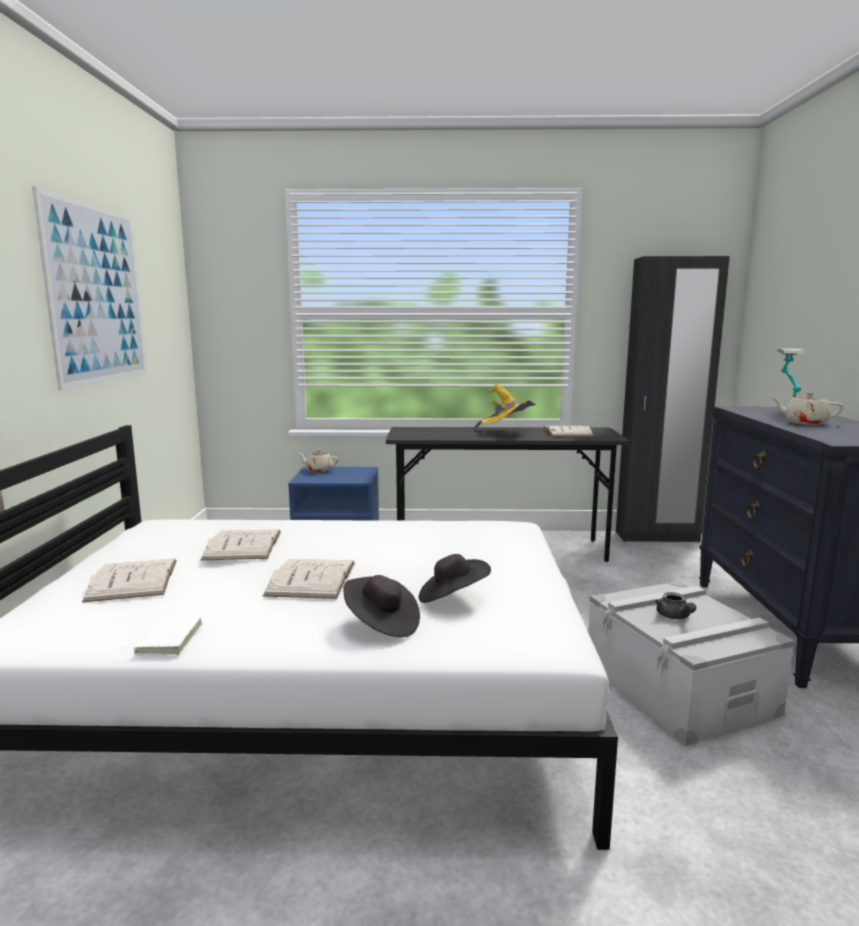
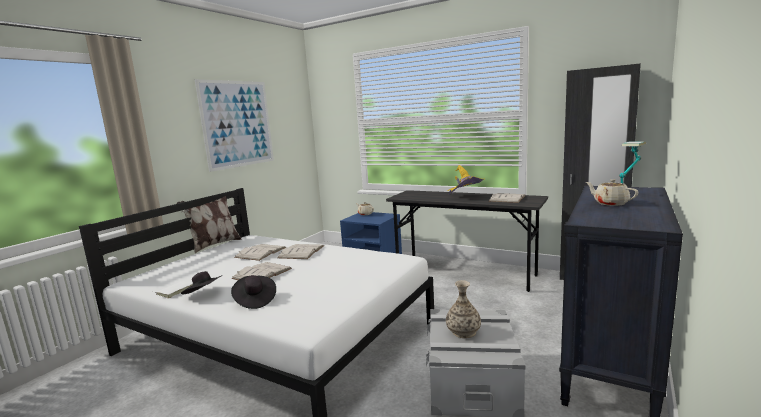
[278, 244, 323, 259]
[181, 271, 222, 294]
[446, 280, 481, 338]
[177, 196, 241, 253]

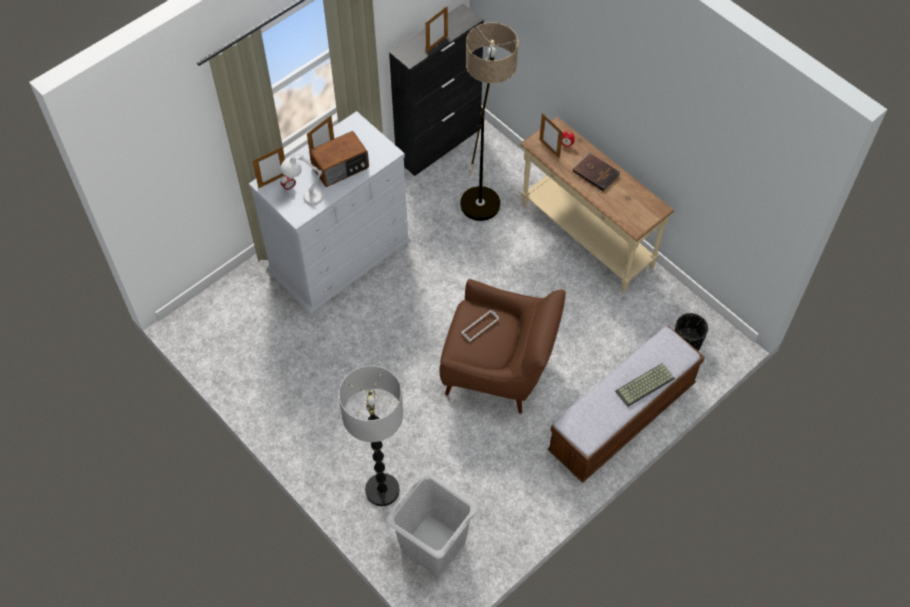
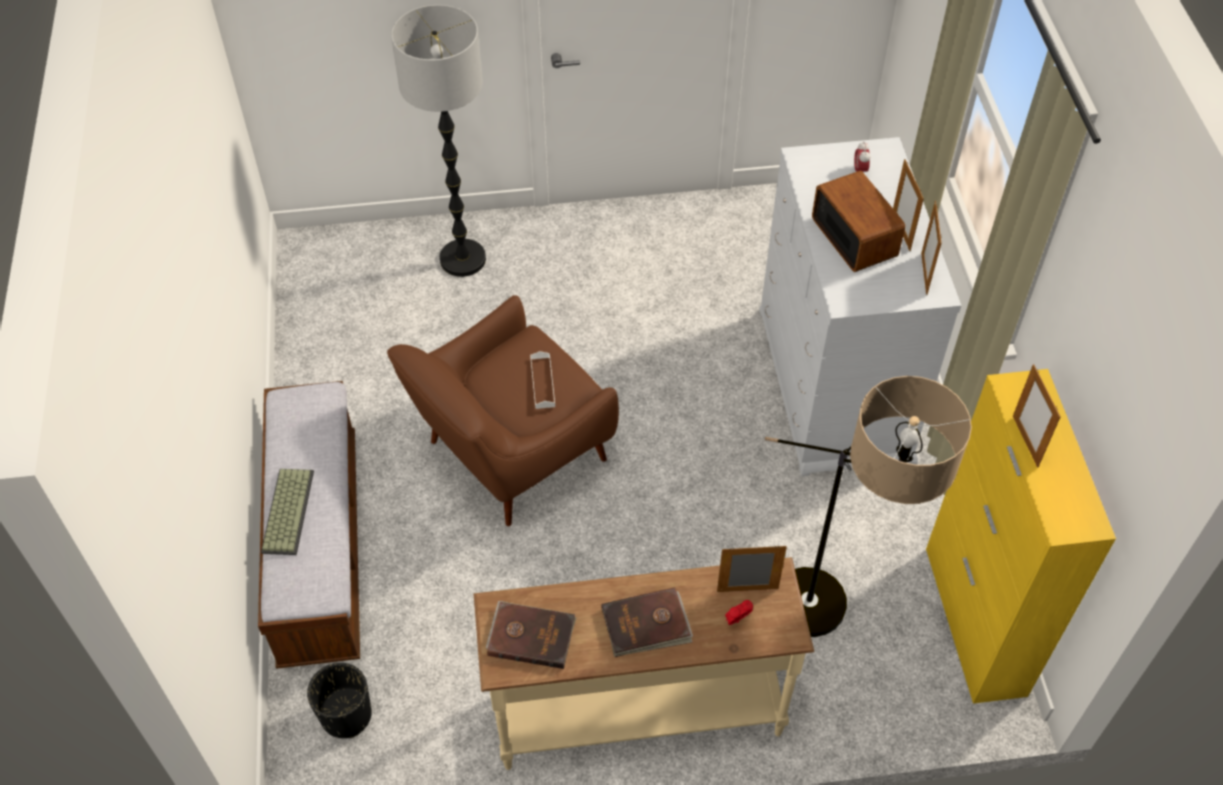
[921, 201, 942, 295]
[280, 154, 323, 205] (first image)
[812, 170, 905, 272]
[386, 472, 478, 576] (first image)
[926, 369, 1116, 704]
[486, 601, 577, 669]

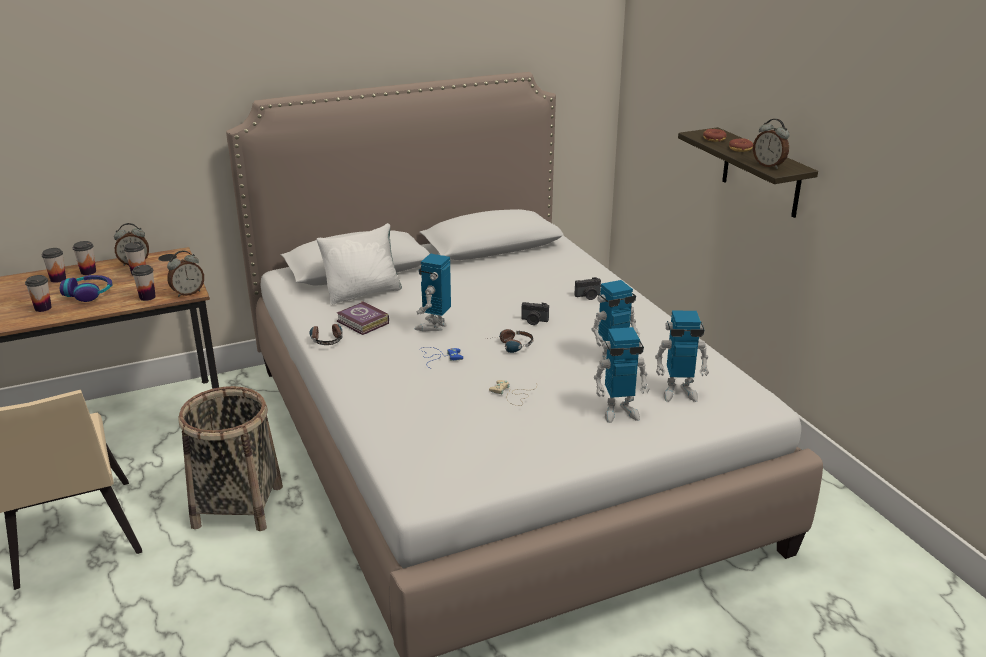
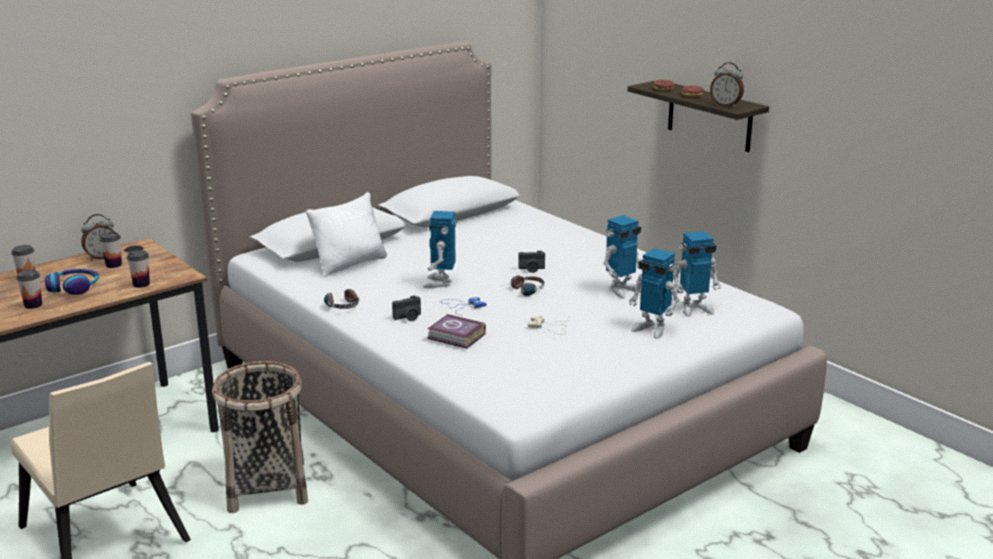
[73, 241, 96, 275] (first image)
[167, 250, 204, 297] (first image)
[427, 314, 486, 349]
[392, 295, 421, 321]
[629, 248, 680, 339]

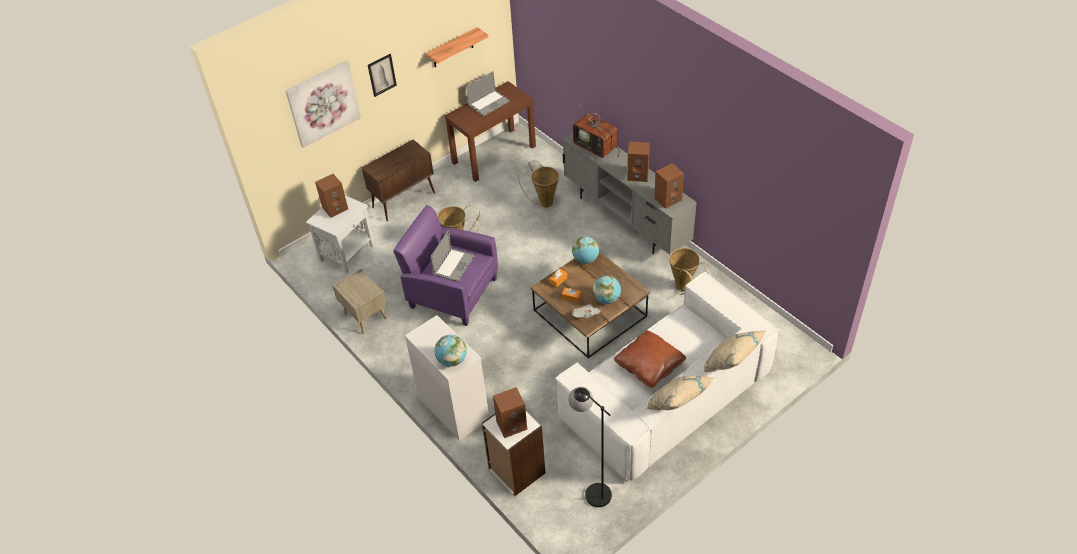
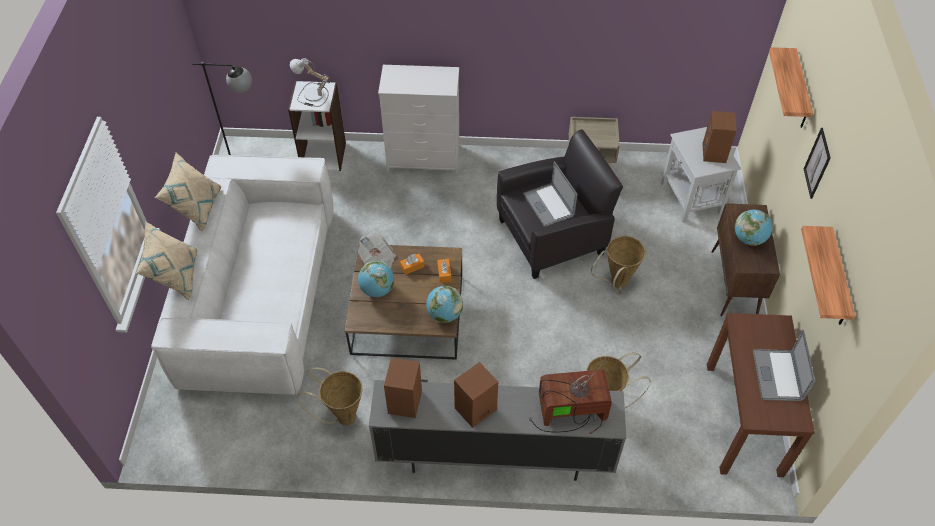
[769, 47, 813, 128]
[497, 129, 623, 279]
[735, 210, 773, 246]
[290, 58, 330, 107]
[614, 330, 686, 388] (first image)

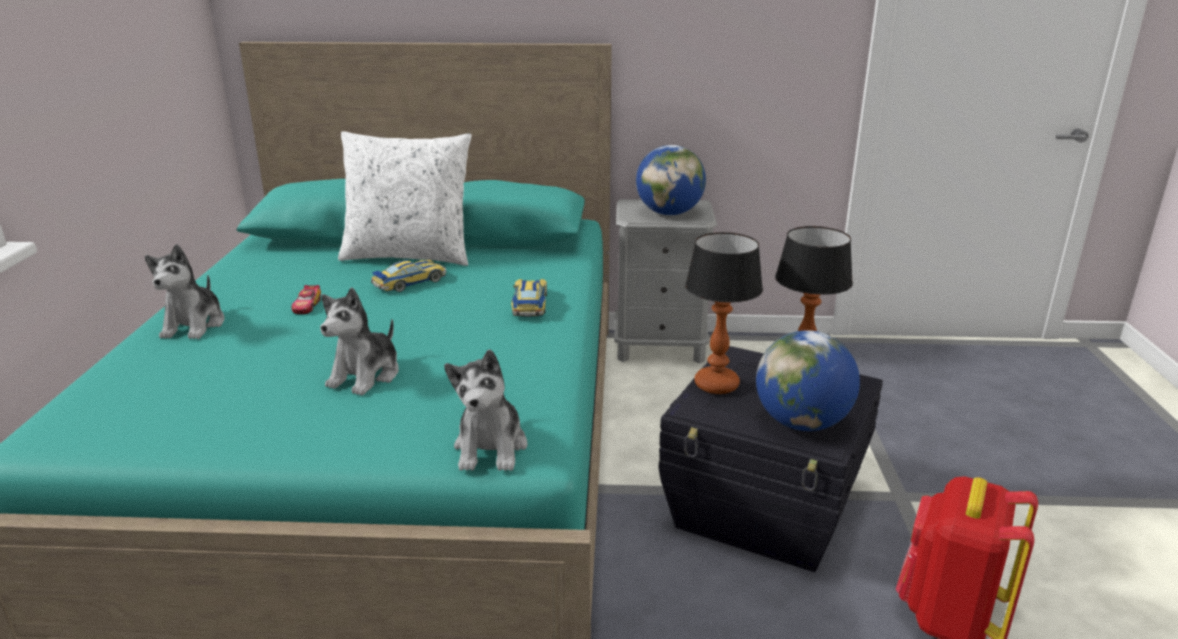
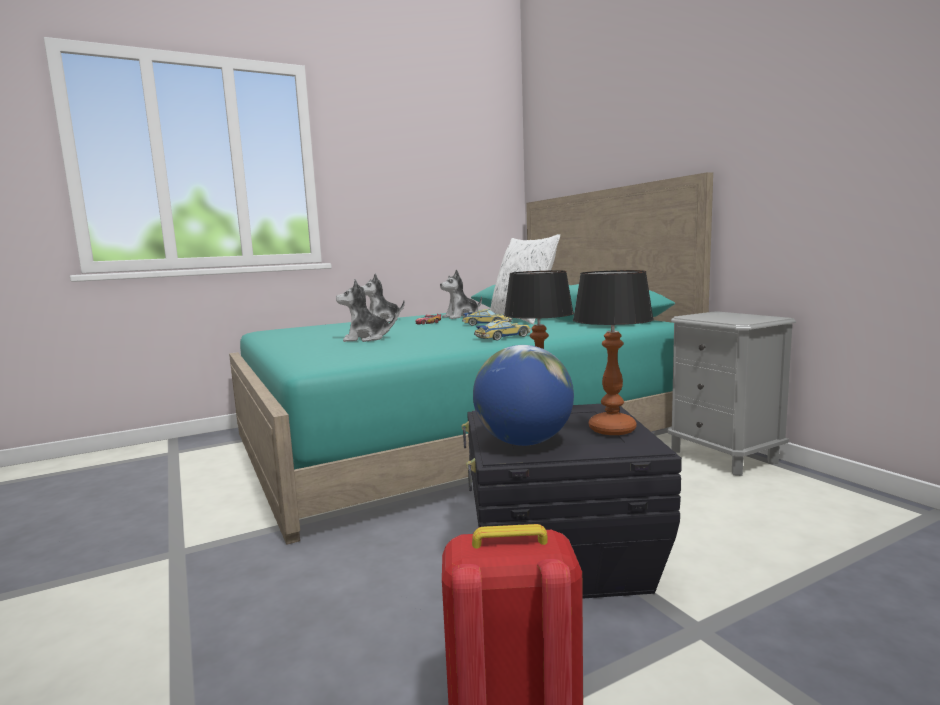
[440, 270, 482, 319]
[636, 145, 706, 215] (first image)

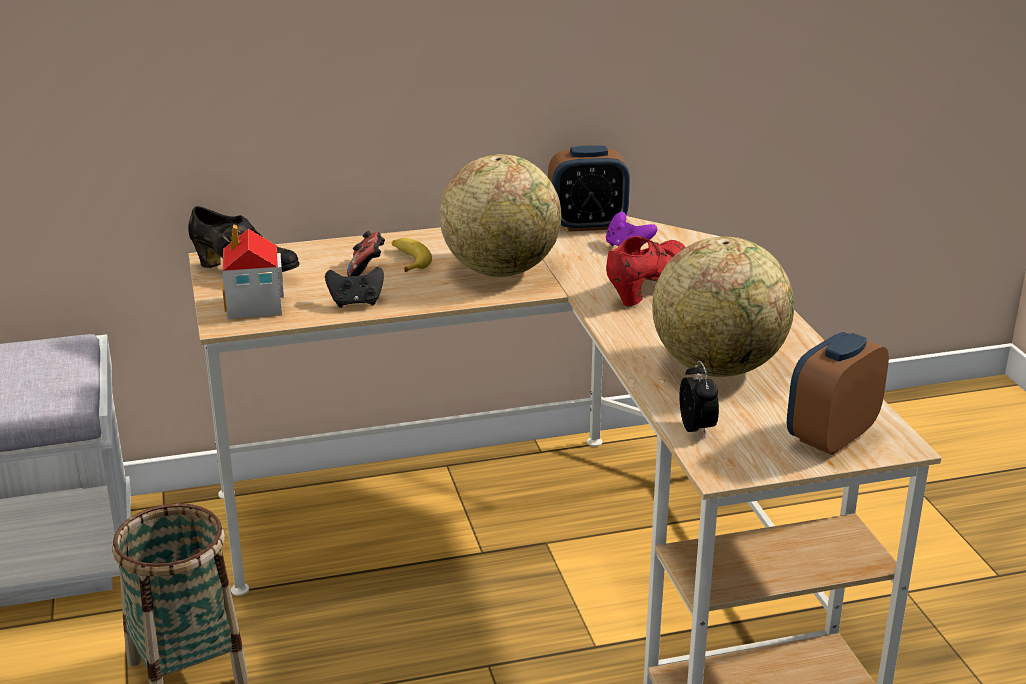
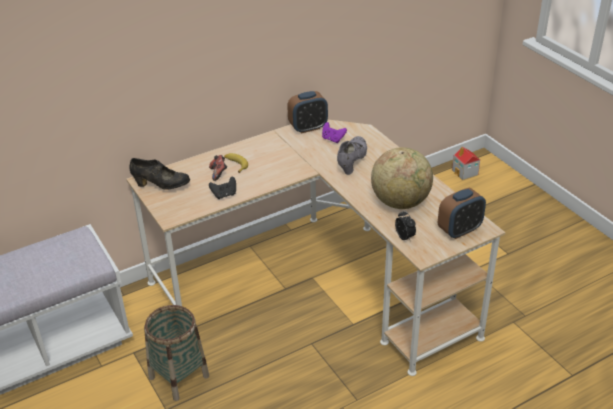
[452, 147, 480, 180]
[440, 154, 561, 277] (first image)
[337, 136, 367, 175]
[438, 188, 486, 239]

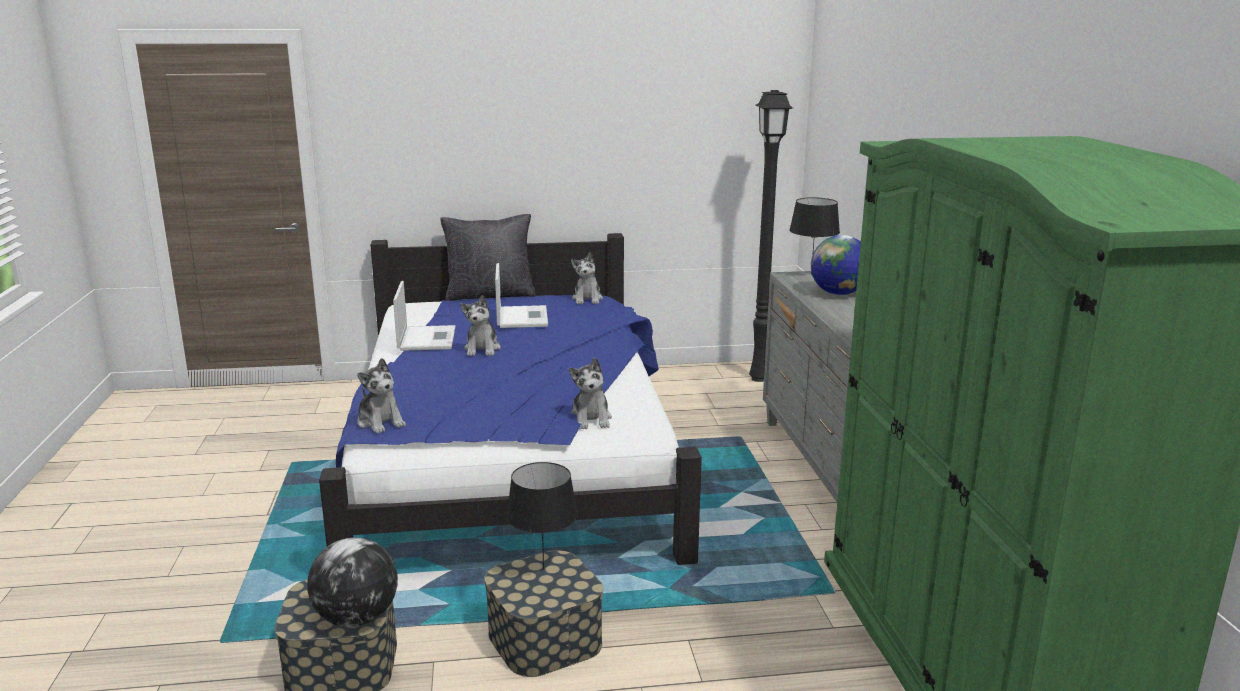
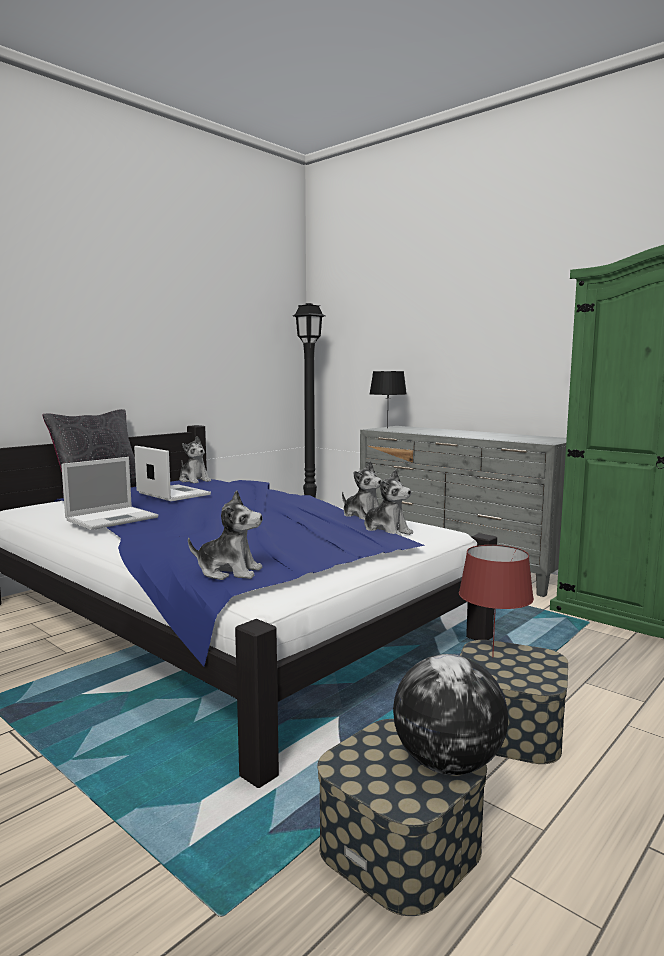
[61, 457, 158, 530]
[342, 461, 382, 520]
[459, 545, 534, 657]
[811, 235, 861, 295] (first image)

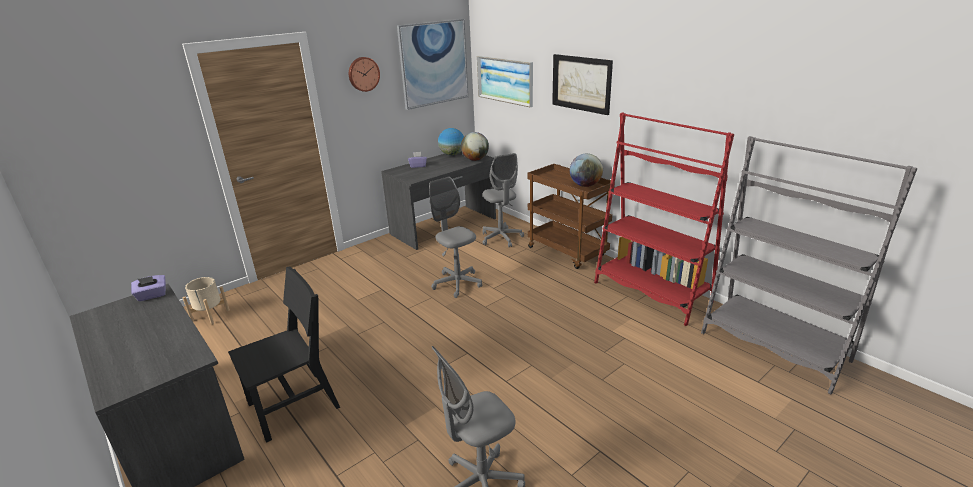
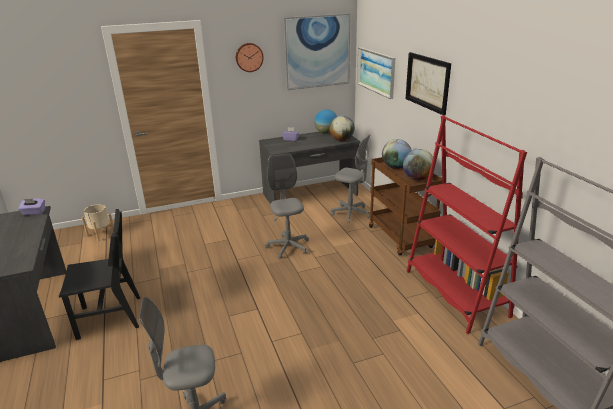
[331, 135, 370, 224]
[382, 139, 412, 169]

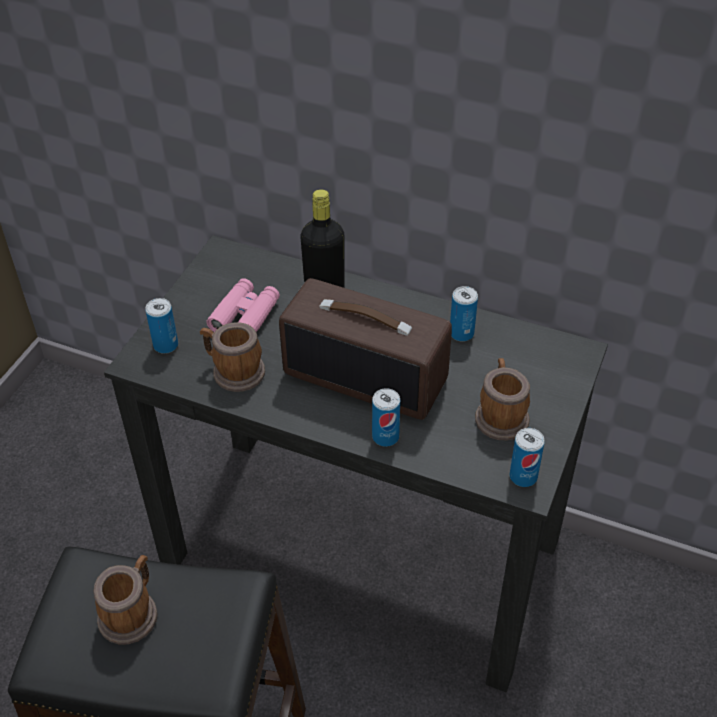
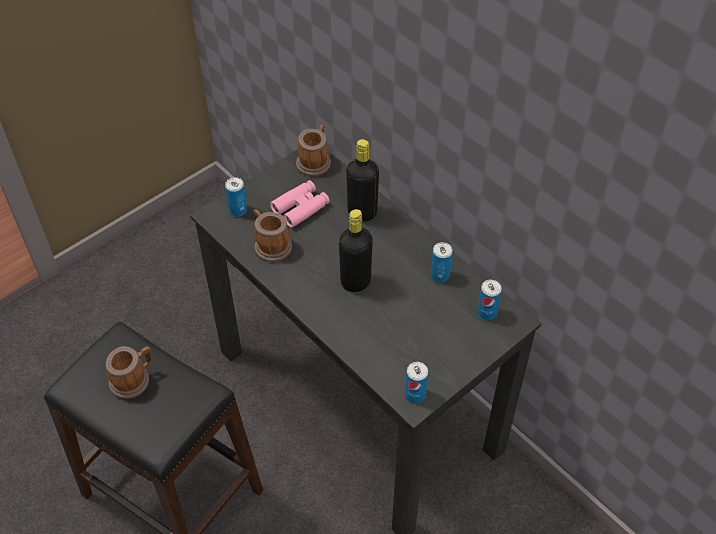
[339, 209, 373, 292]
[477, 280, 502, 320]
[296, 125, 331, 176]

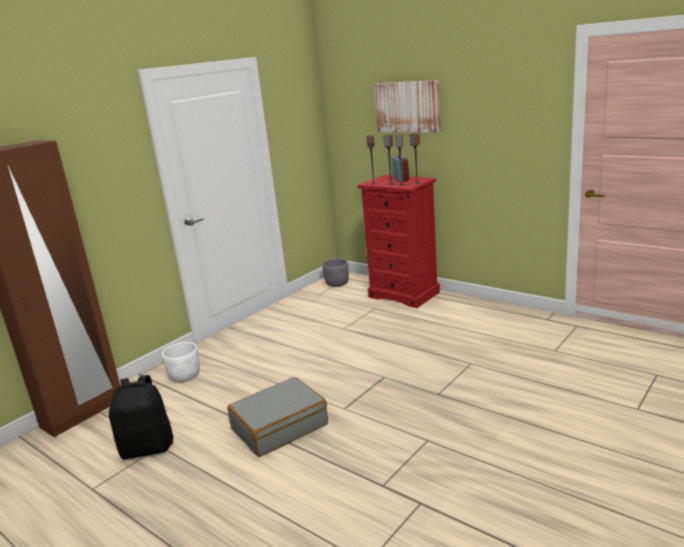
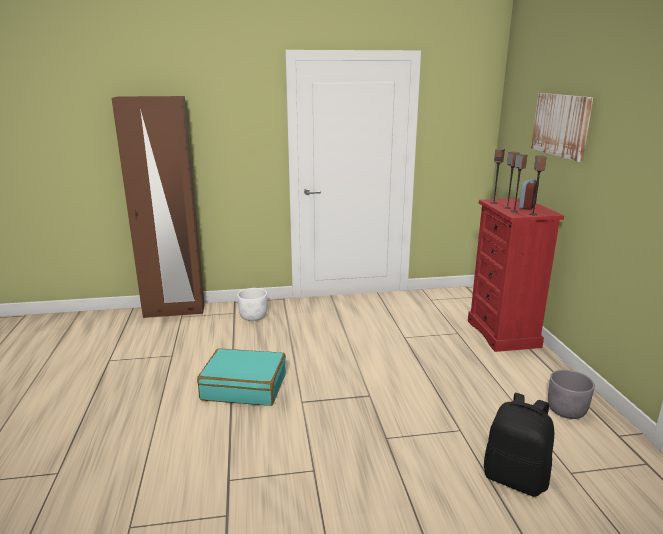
[484, 393, 554, 497]
[197, 348, 286, 406]
[548, 370, 595, 419]

